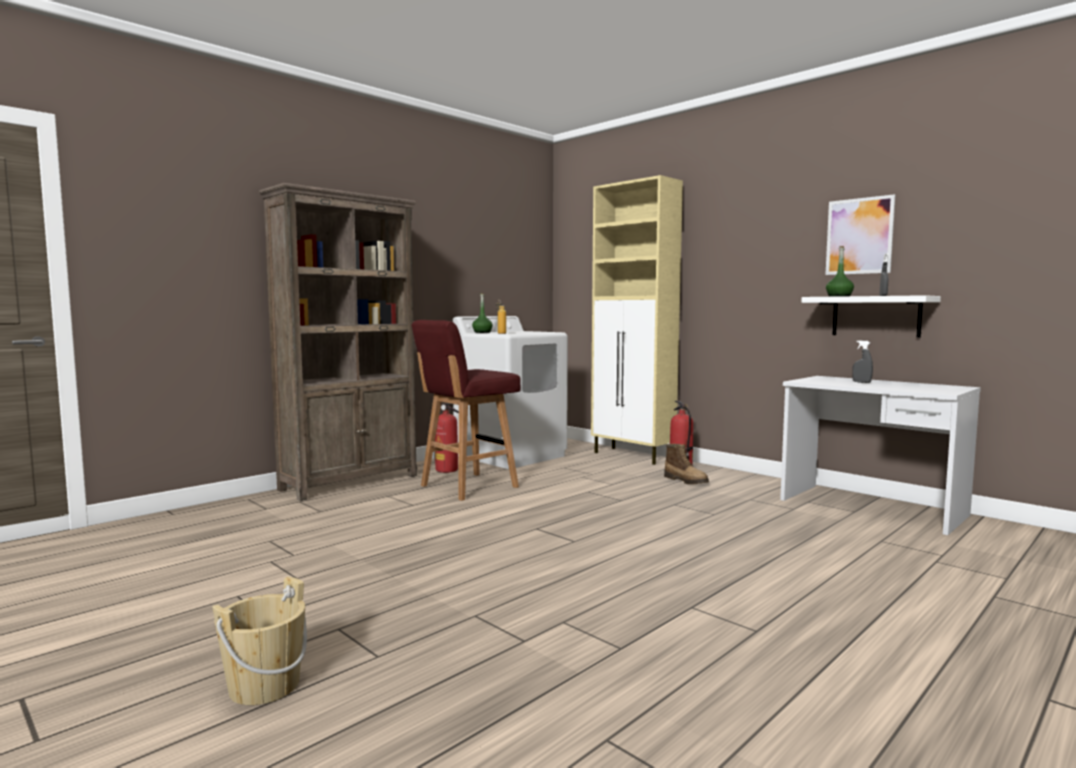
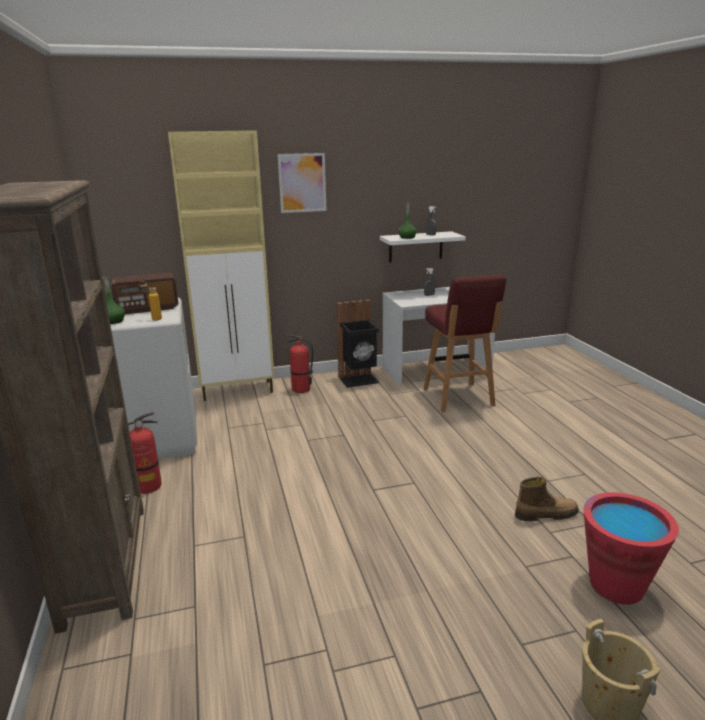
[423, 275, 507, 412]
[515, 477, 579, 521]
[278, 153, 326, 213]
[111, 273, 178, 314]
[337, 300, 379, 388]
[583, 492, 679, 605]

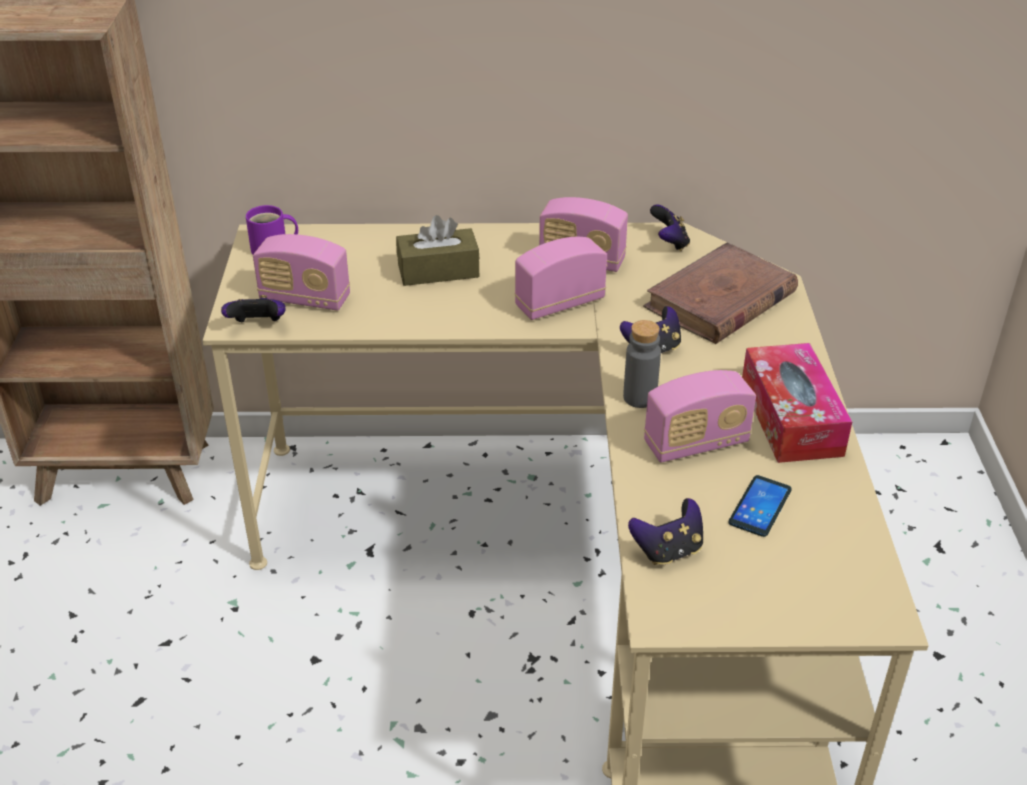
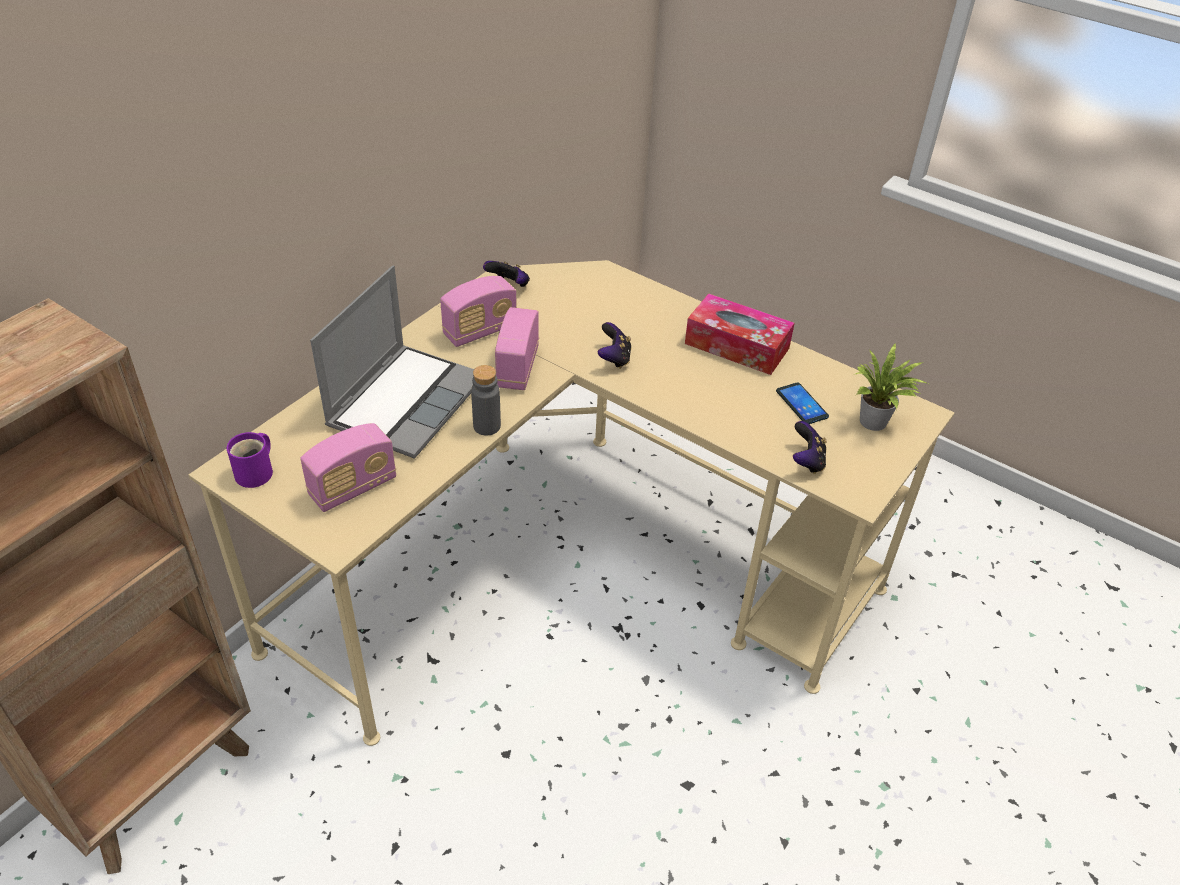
[221, 295, 286, 322] (first image)
[310, 265, 474, 459]
[471, 365, 501, 436]
[643, 243, 798, 344] (first image)
[644, 370, 756, 463] (first image)
[855, 343, 928, 431]

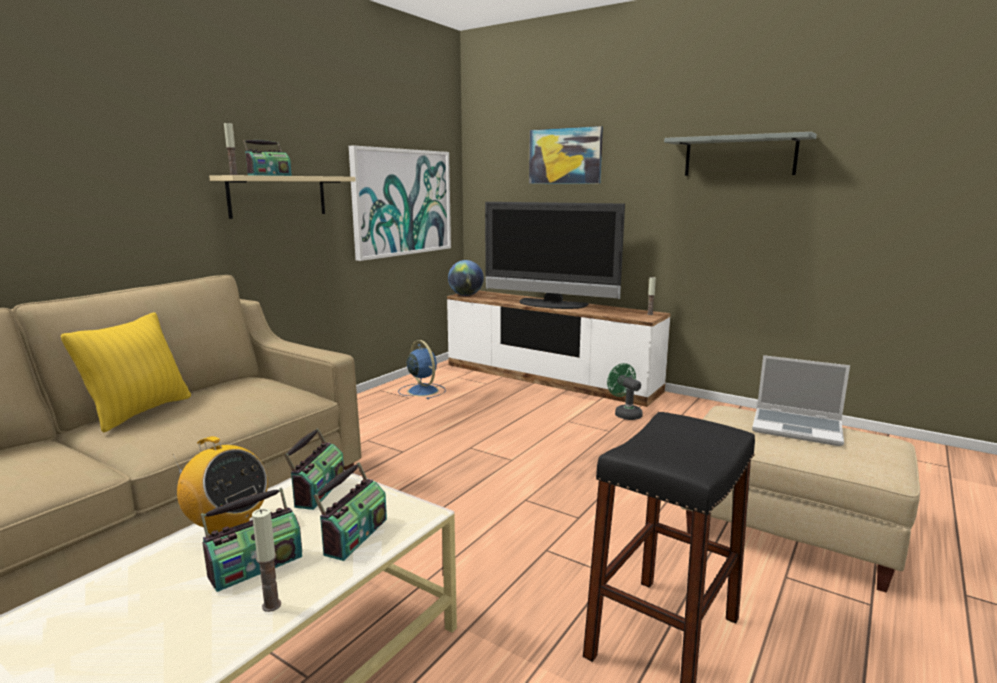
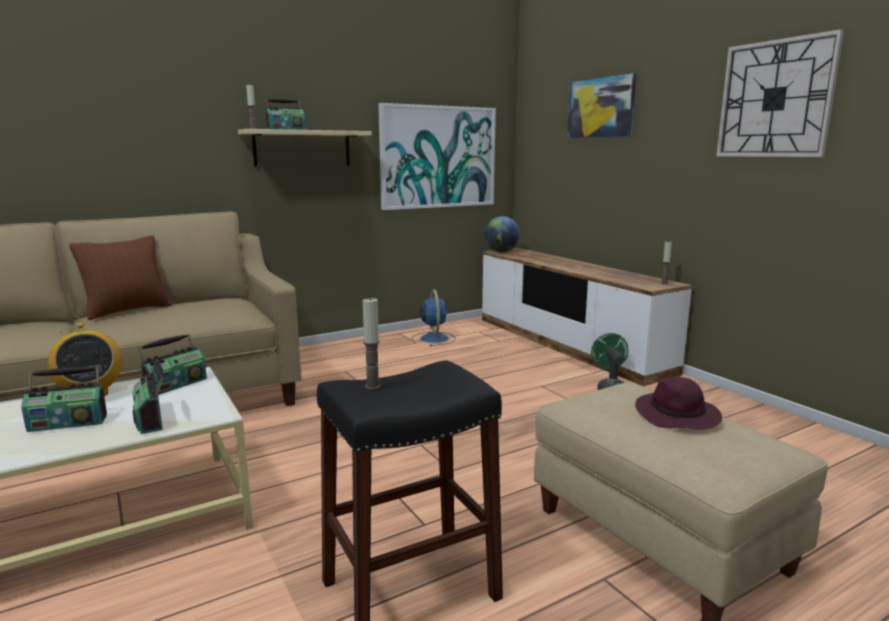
[69, 235, 172, 320]
[363, 297, 381, 390]
[132, 359, 163, 434]
[485, 202, 625, 309] (first image)
[716, 29, 844, 157]
[635, 376, 722, 429]

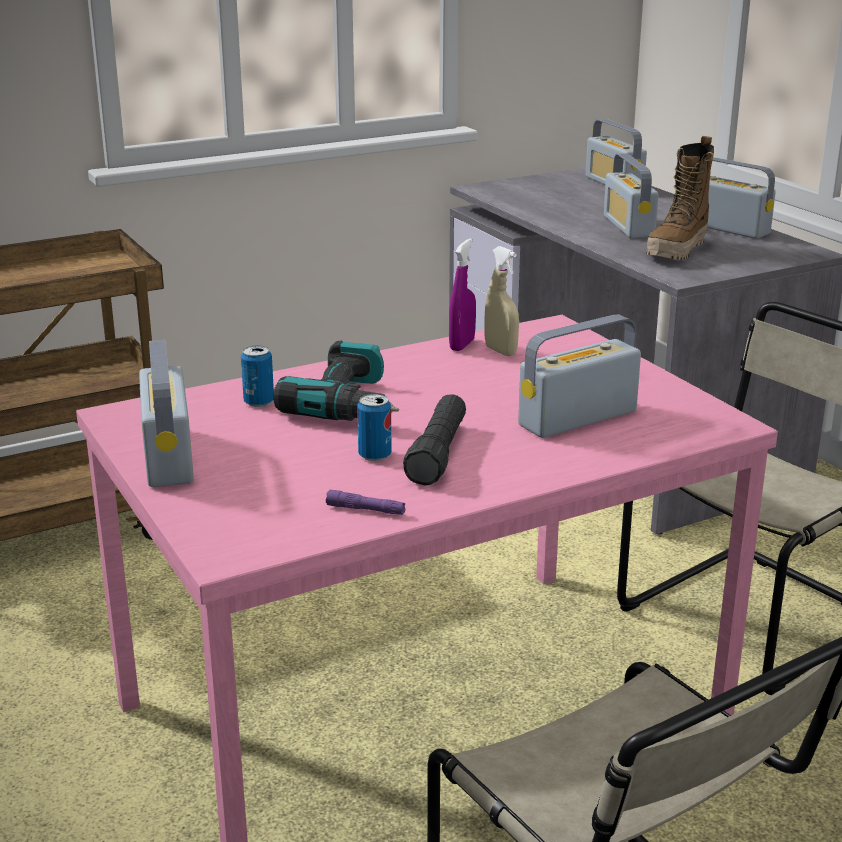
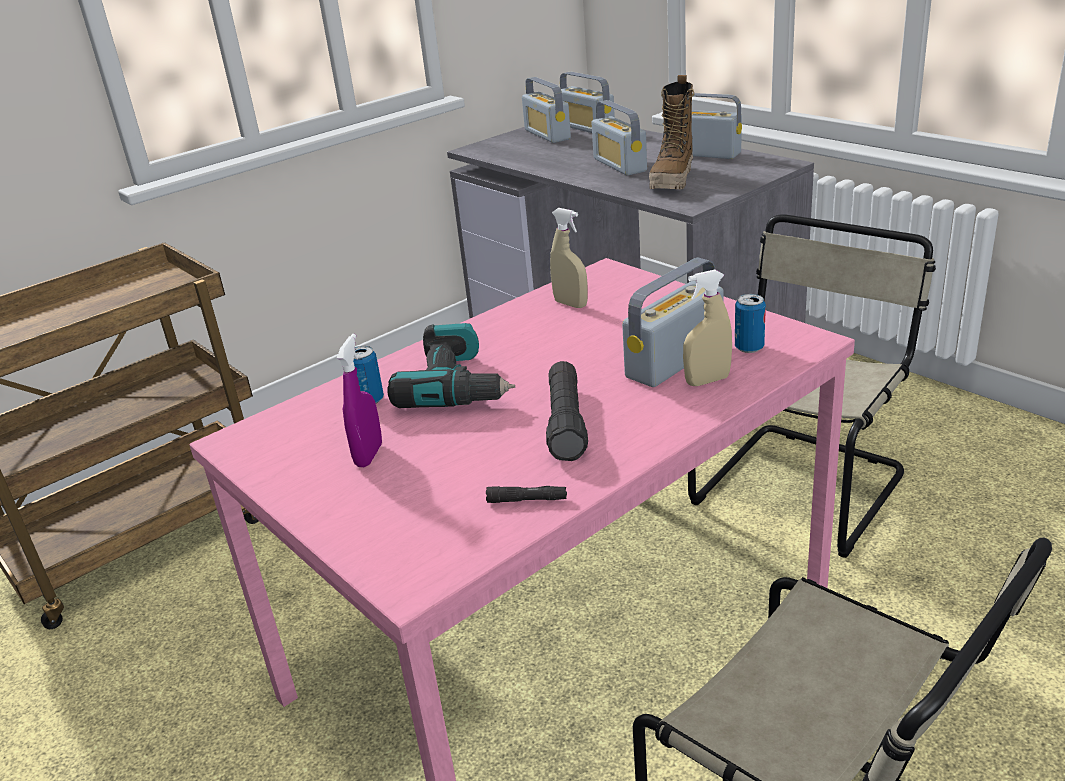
[522, 77, 571, 143]
[486, 486, 567, 503]
[735, 294, 766, 353]
[337, 334, 382, 467]
[683, 269, 732, 386]

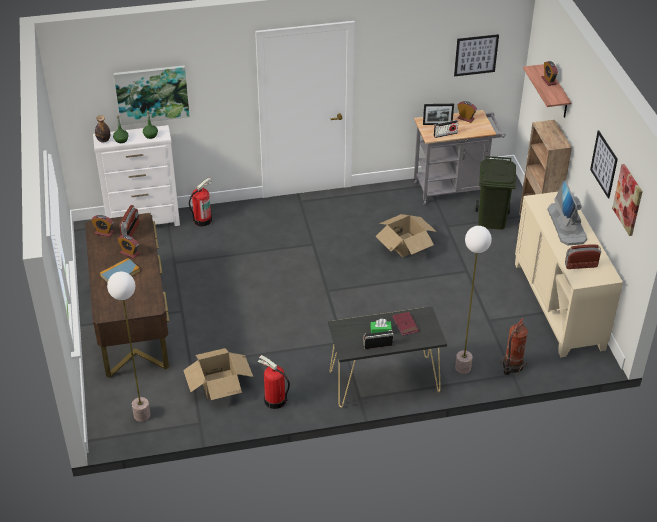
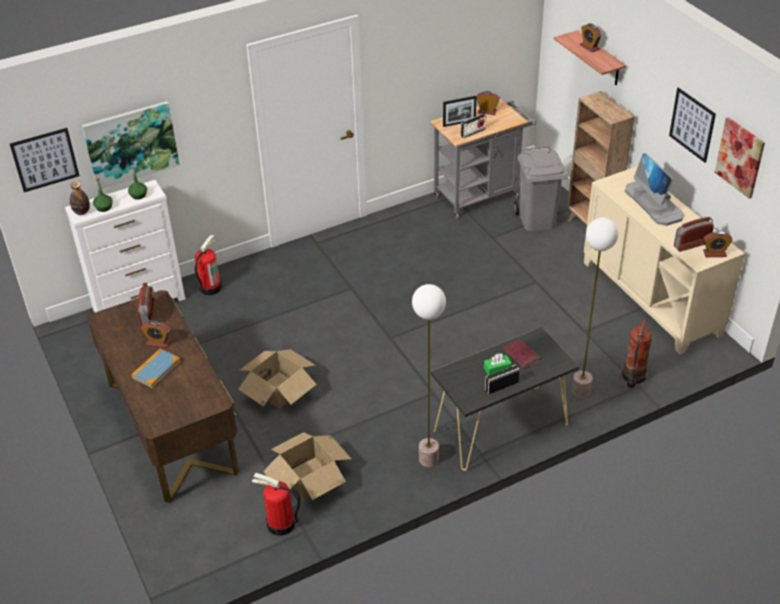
[703, 231, 733, 257]
[412, 284, 446, 467]
[251, 473, 300, 536]
[238, 349, 317, 409]
[10, 128, 79, 192]
[514, 146, 568, 231]

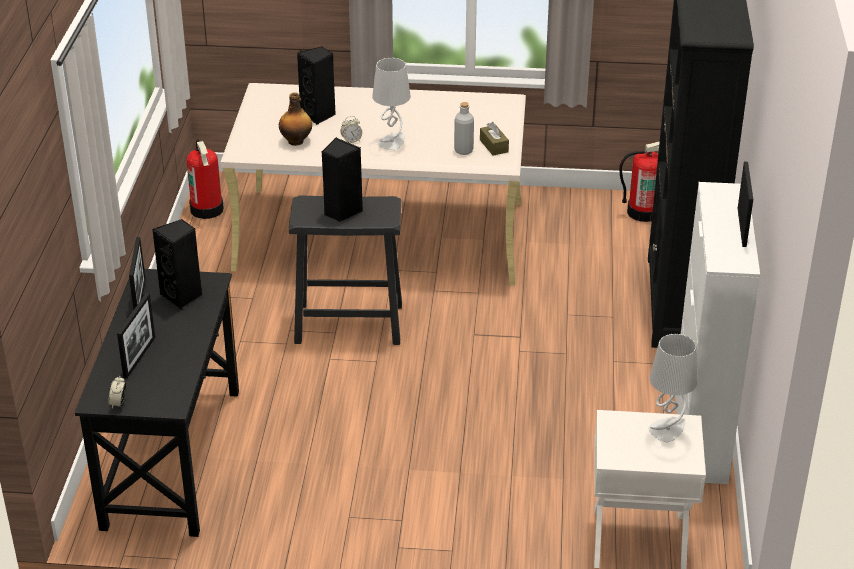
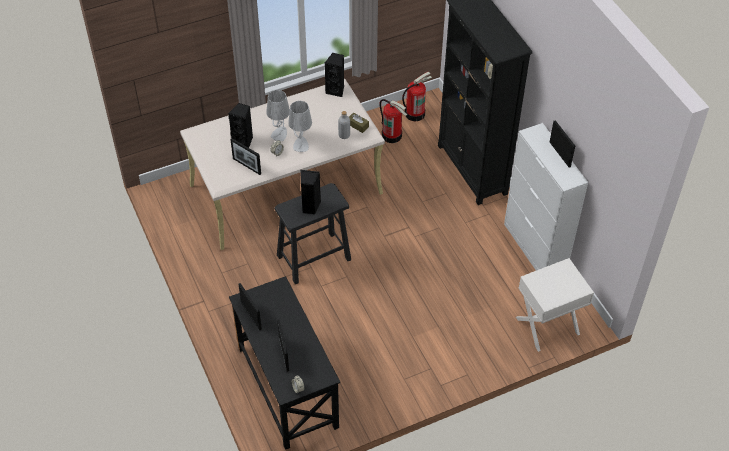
[325, 53, 344, 97]
[379, 99, 407, 143]
[230, 138, 261, 175]
[266, 90, 290, 141]

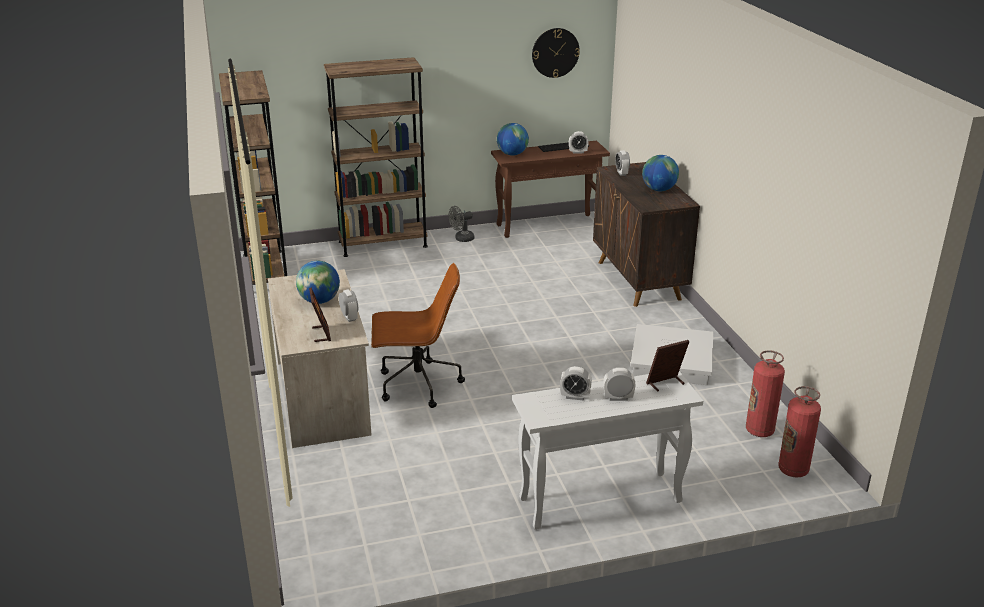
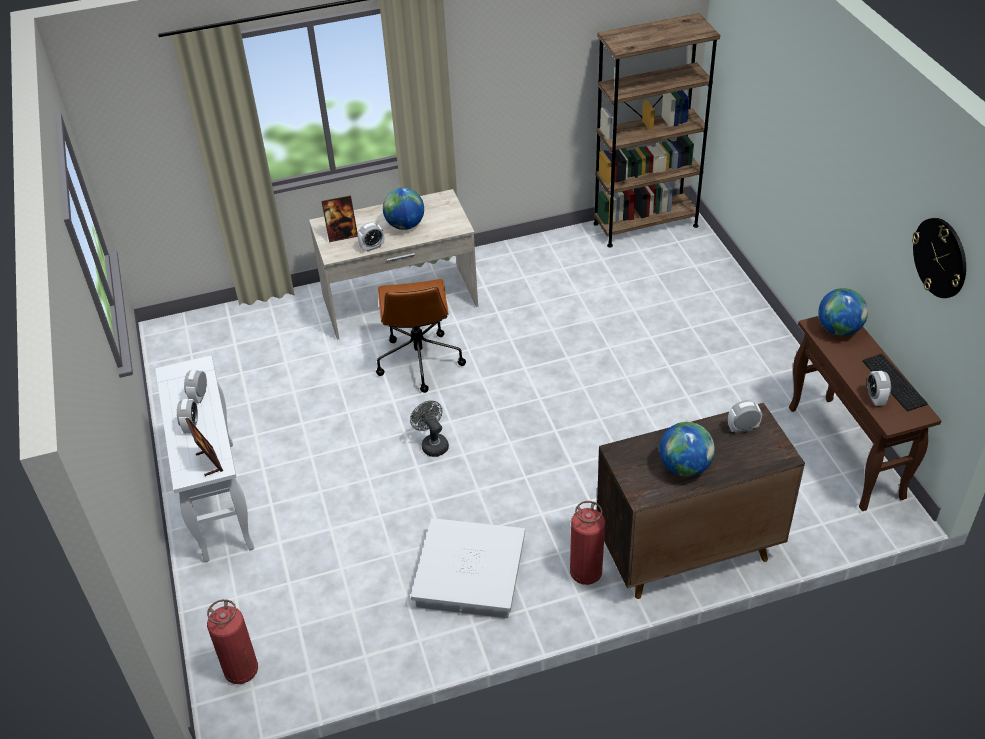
[324, 57, 428, 257] (first image)
[410, 401, 449, 457]
[570, 501, 605, 585]

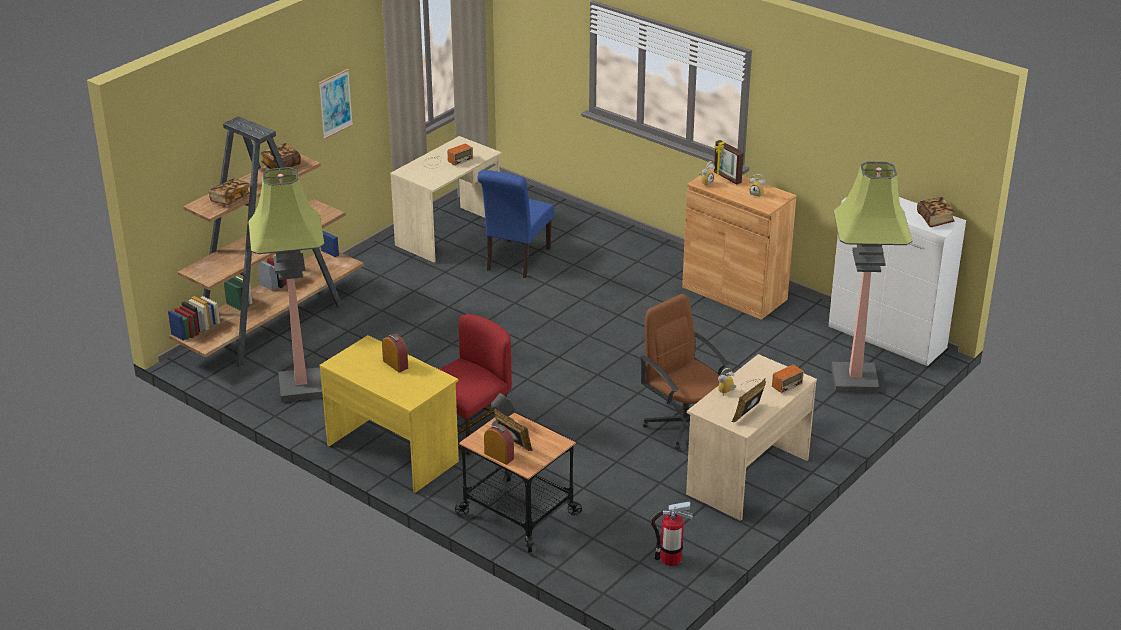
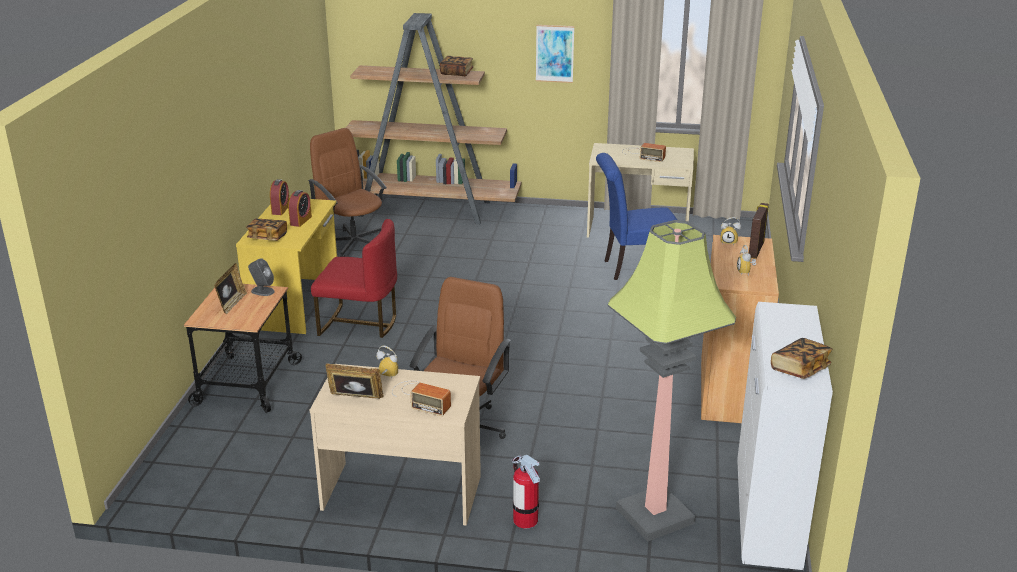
[246, 219, 287, 241]
[308, 128, 387, 257]
[270, 179, 289, 215]
[511, 455, 540, 529]

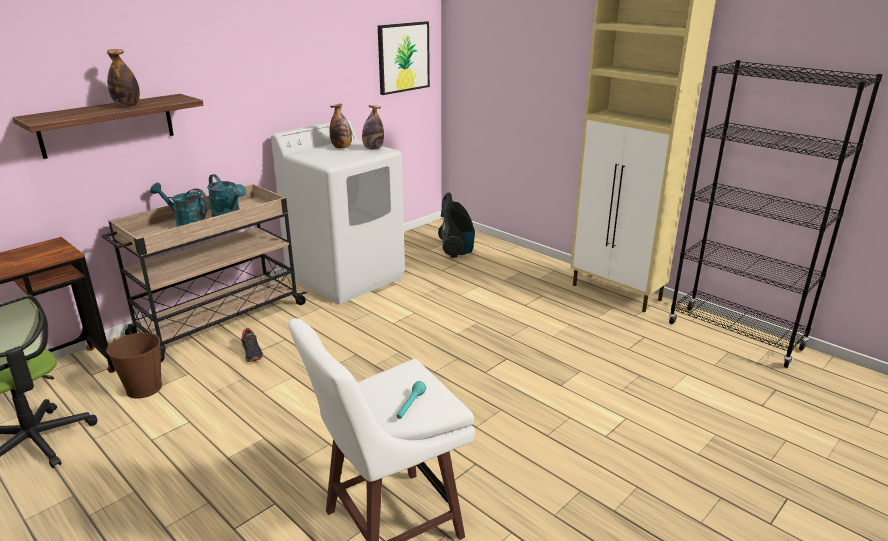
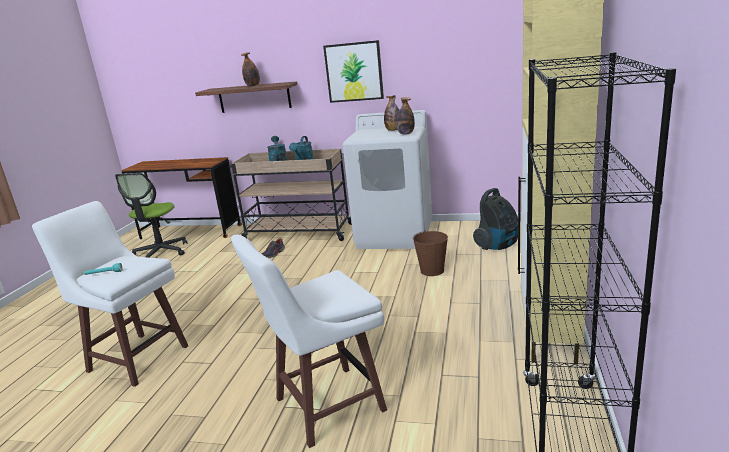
[413, 230, 448, 276]
[323, 40, 384, 103]
[231, 234, 387, 448]

